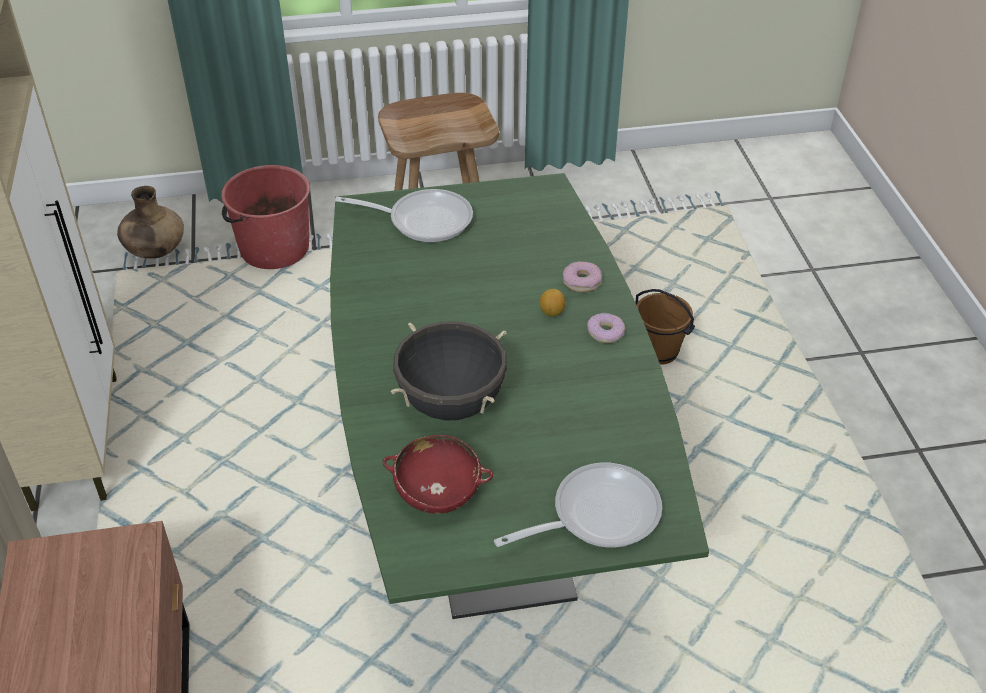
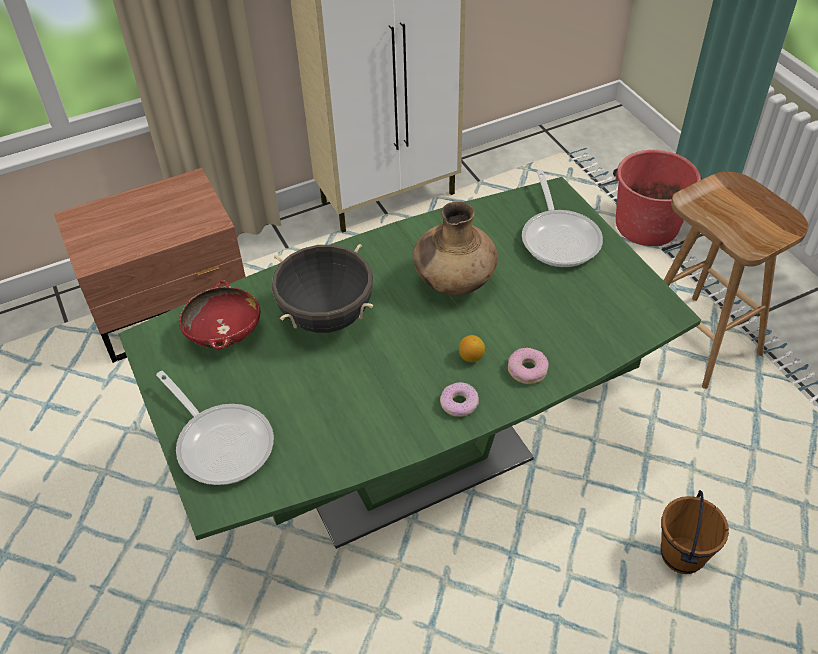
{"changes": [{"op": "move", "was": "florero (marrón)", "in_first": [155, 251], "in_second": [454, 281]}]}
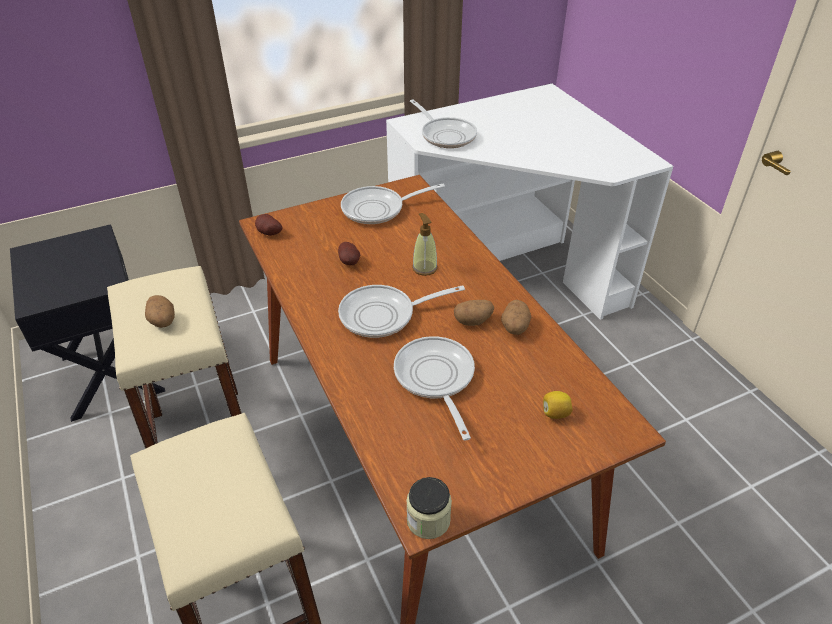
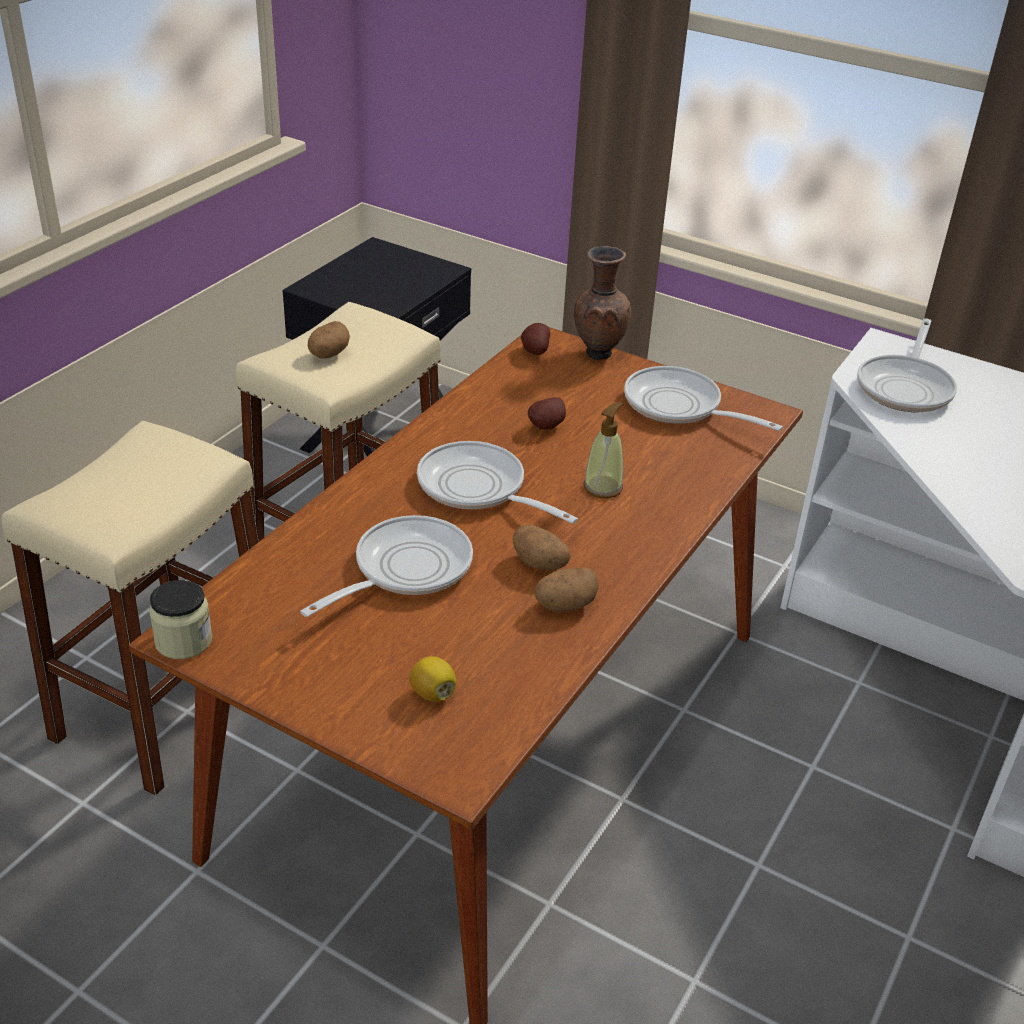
{"changes": [{"op": "insert", "now": "florero (marrón)", "in_second": [597, 353]}]}
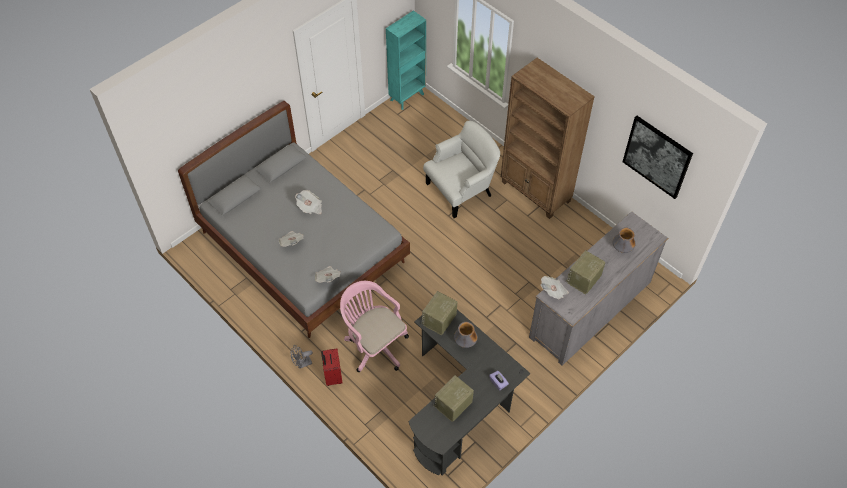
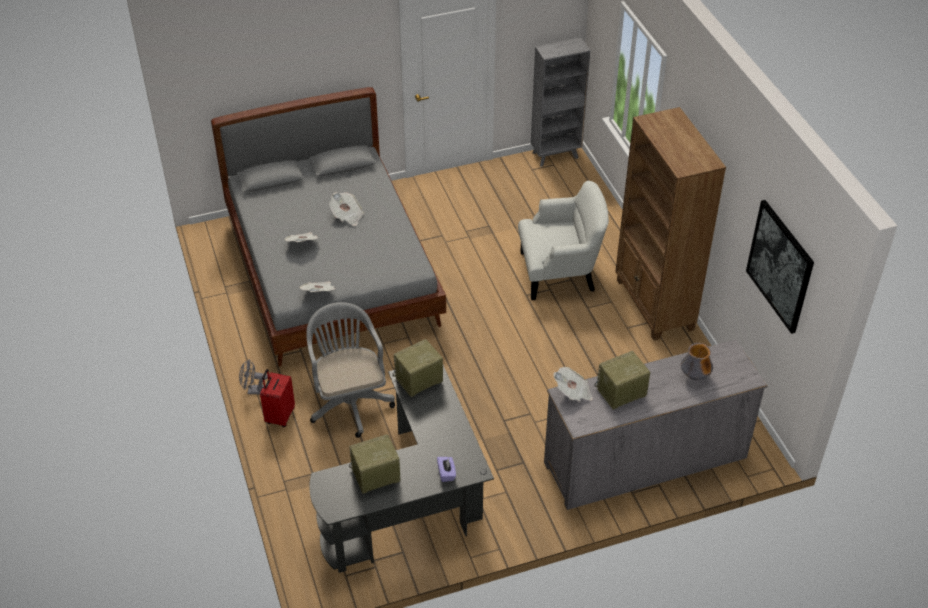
{"changes": [{"op": "recolor", "was": "silla de oficina (rosa)", "now": "silla de oficina (gris)", "in_first": [374, 344], "in_second": [349, 401]}, {"op": "recolor", "was": "estantería (turquesa)", "now": "estantería (gris)", "in_first": [407, 97], "in_second": [556, 155]}, {"op": "delete", "was": "florero", "in_first": [465, 342]}]}
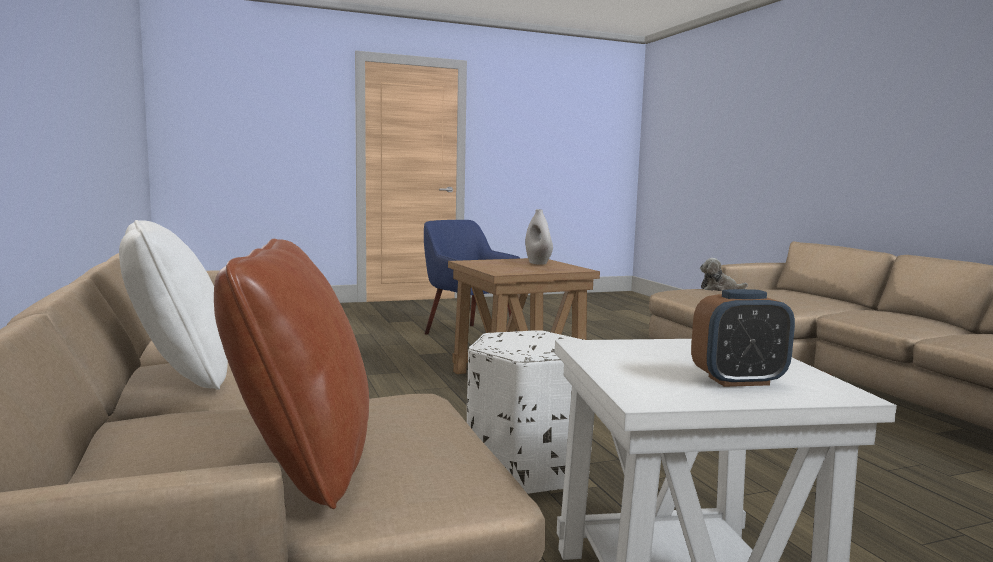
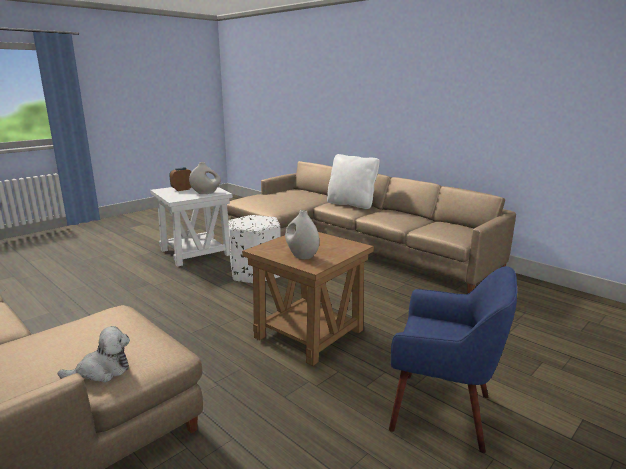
{"changes": [{"op": "insert", "now": "florero (blanco)", "in_second": [206, 193]}, {"op": "delete", "was": "cojín (marrón)", "in_first": [303, 462]}]}
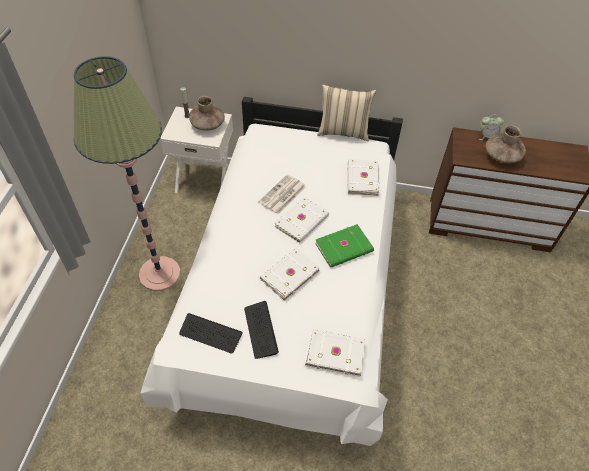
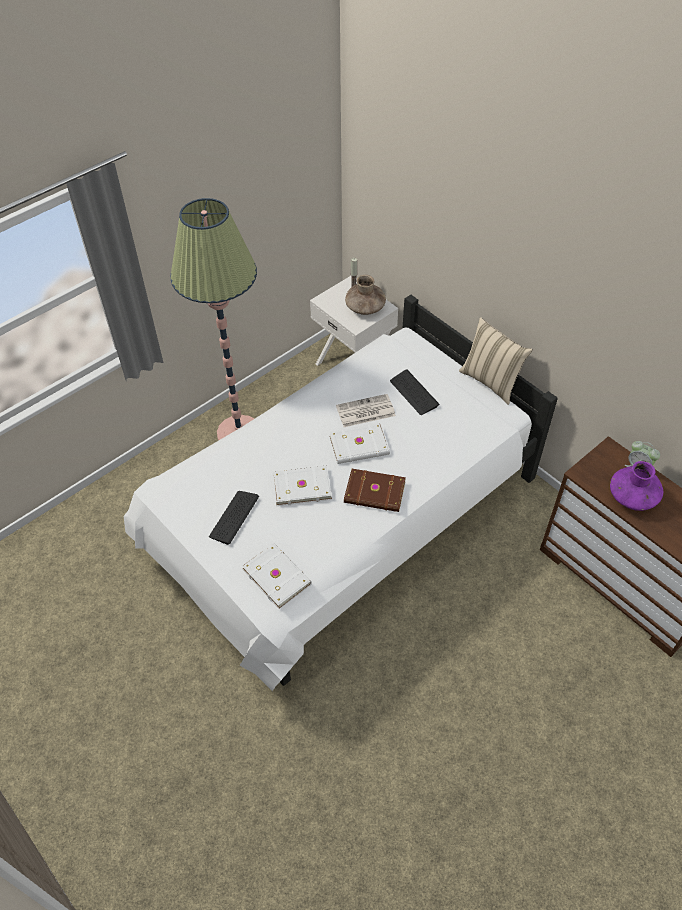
{"changes": [{"op": "recolor", "was": "libro (verde)", "now": "libro (marrón)", "in_first": [344, 248], "in_second": [375, 493]}, {"op": "move", "was": "teclado", "in_first": [210, 334], "in_second": [414, 393]}, {"op": "recolor", "was": "florero (marrón)", "now": "florero (morado)", "in_first": [502, 156], "in_second": [632, 496]}, {"op": "delete", "was": "libro (blanco)", "in_first": [361, 179]}]}
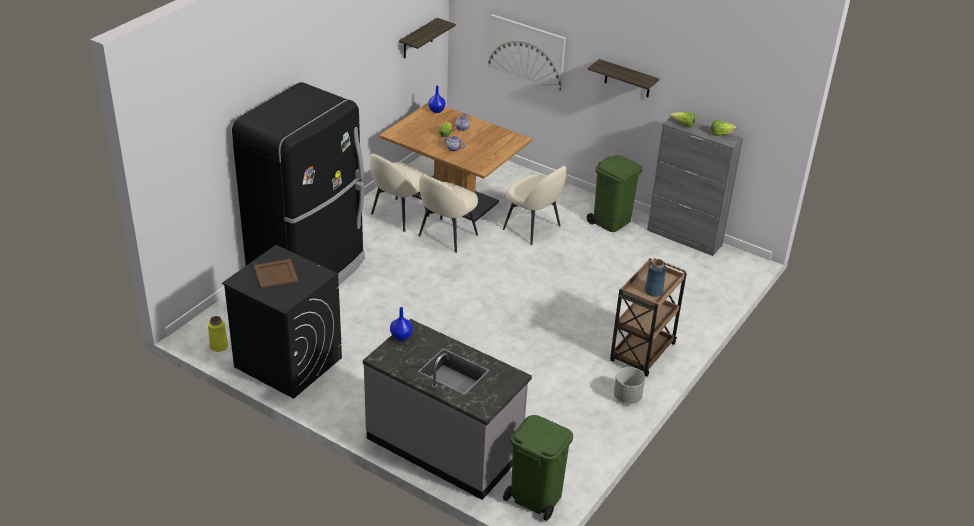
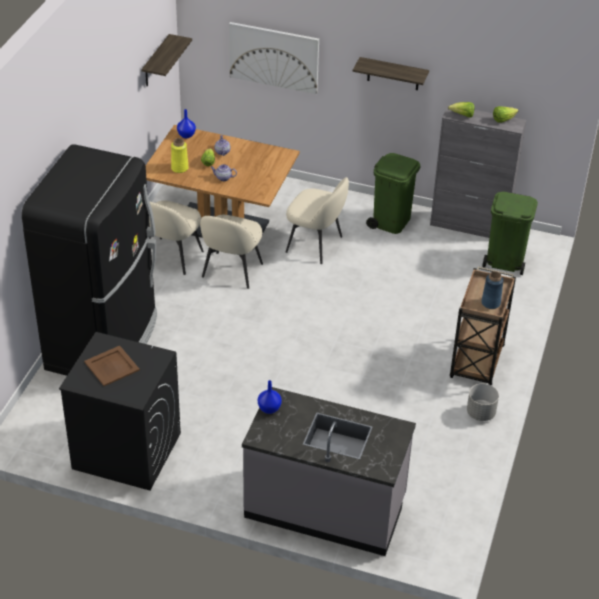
{"changes": [{"op": "move", "was": "florero (amarillo)", "in_first": [218, 346], "in_second": [179, 168]}, {"op": "move", "was": "papelera (verde)", "in_first": [535, 497], "in_second": [504, 261]}]}
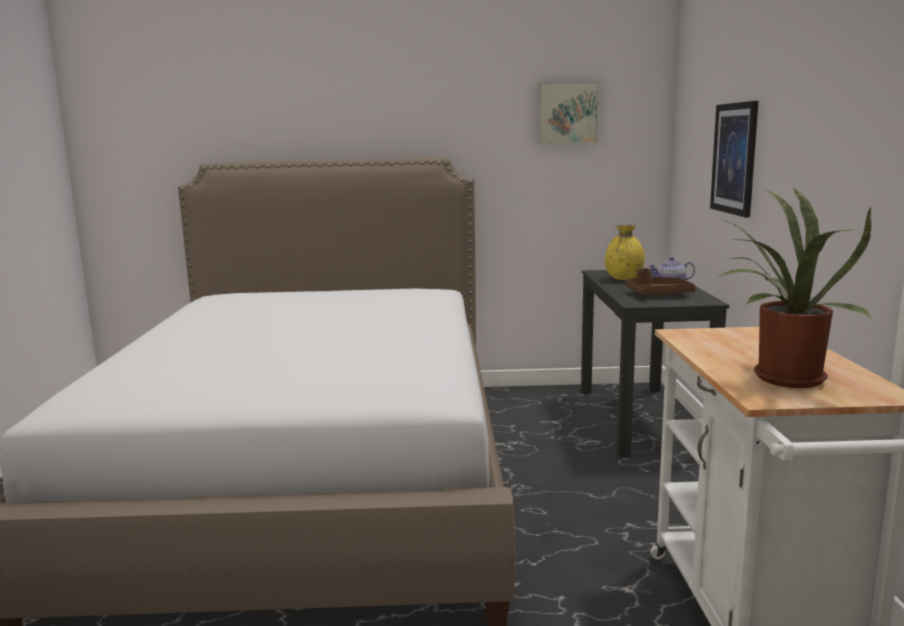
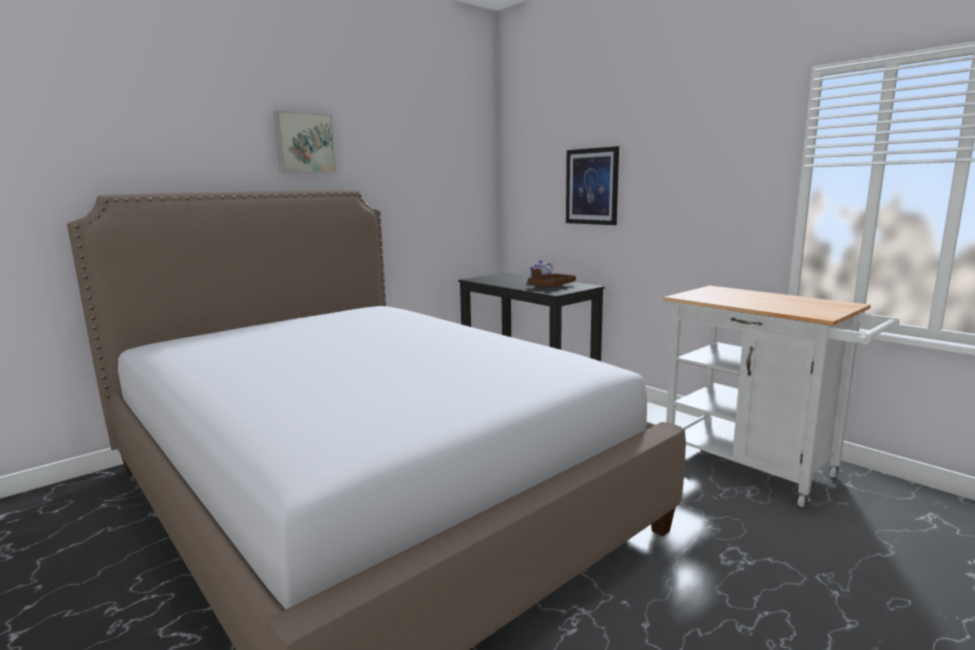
{"changes": [{"op": "move", "was": "cuadro", "in_first": [567, 113], "in_second": [304, 143]}, {"op": "delete", "was": "florero (amarillo)", "in_first": [624, 279]}, {"op": "delete", "was": "planta en maceta", "in_first": [781, 379]}]}
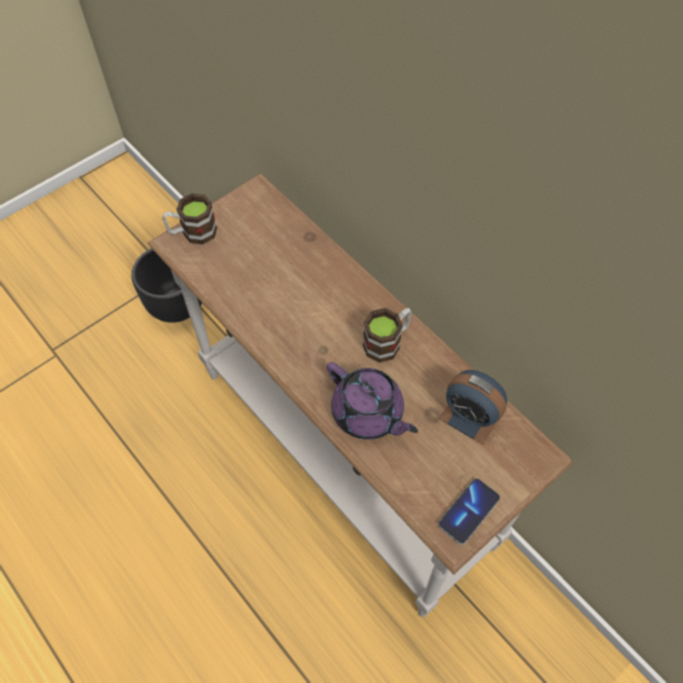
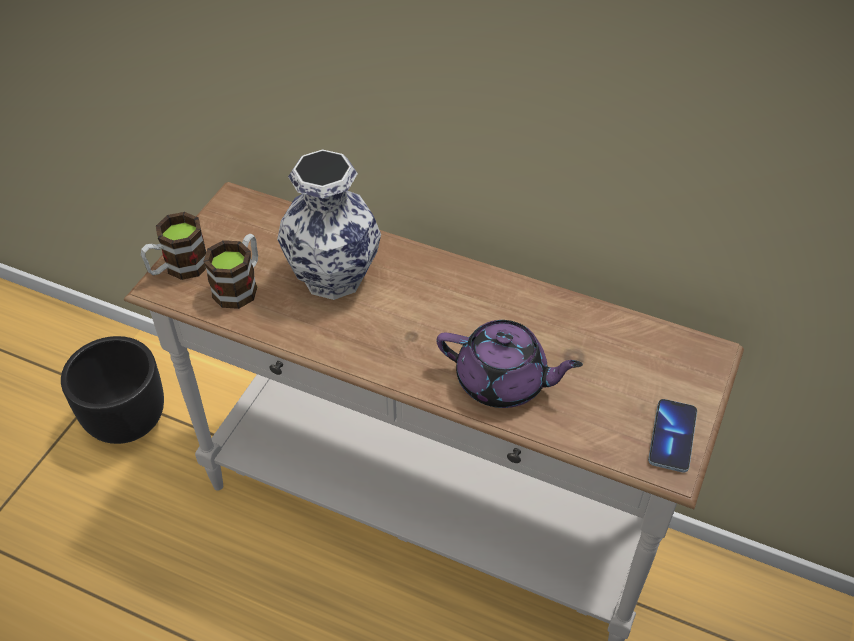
{"changes": [{"op": "move", "was": "taza grande", "in_first": [387, 341], "in_second": [240, 285]}, {"op": "insert", "now": "florero", "in_second": [333, 275]}, {"op": "delete", "was": "despertador", "in_first": [470, 416]}]}
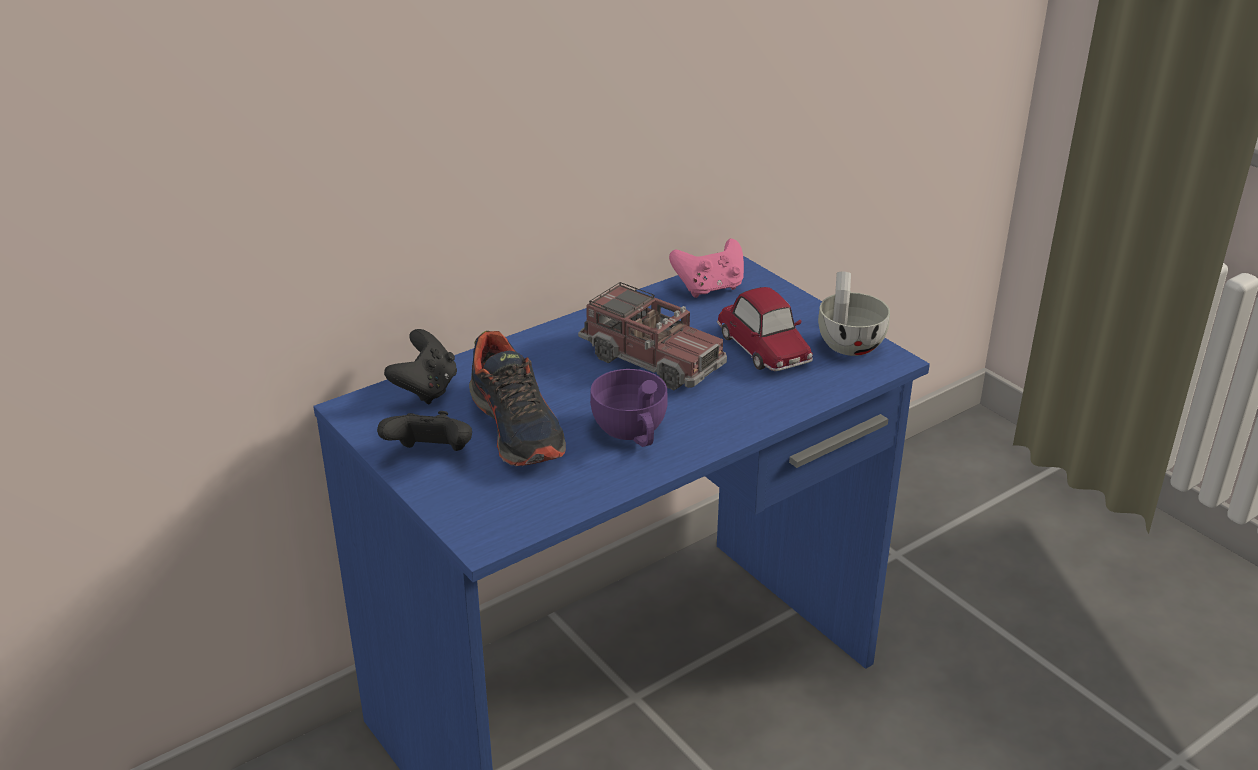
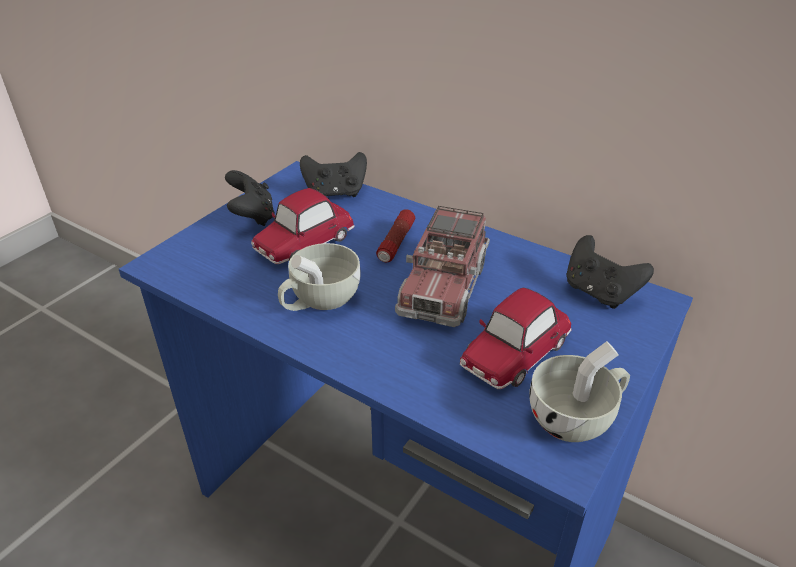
{"changes": [{"op": "replace", "was": "zapato", "now": "coche de juguete", "in_first": [517, 427], "in_second": [304, 242]}, {"op": "recolor", "was": "taza (morado)", "now": "taza (blanco)", "in_first": [632, 433], "in_second": [319, 301]}, {"op": "insert", "now": "linterna", "in_second": [396, 243]}, {"op": "recolor", "was": "mando de consola (rosa)", "now": "mando de consola (negro)", "in_first": [709, 288], "in_second": [599, 292]}]}
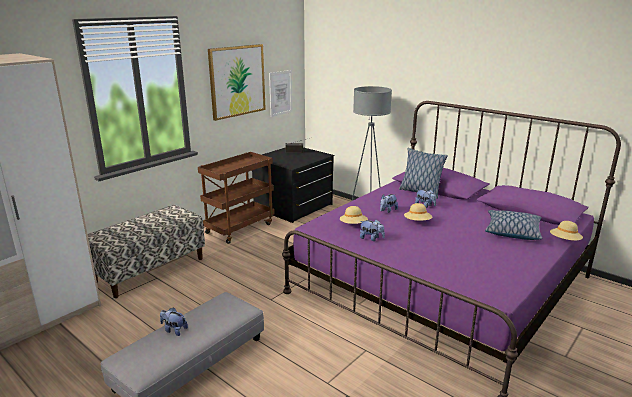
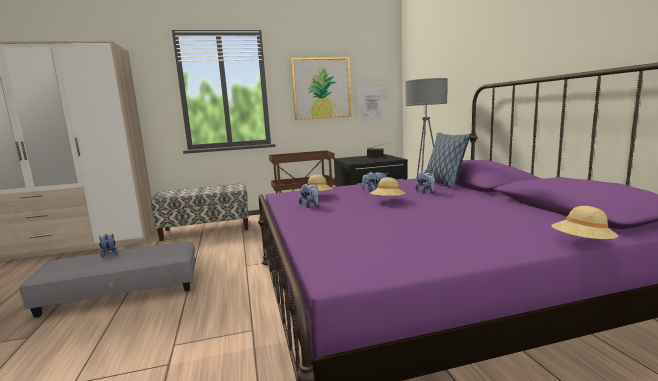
{"changes": [{"op": "delete", "was": "cojín", "in_first": [512, 231]}]}
